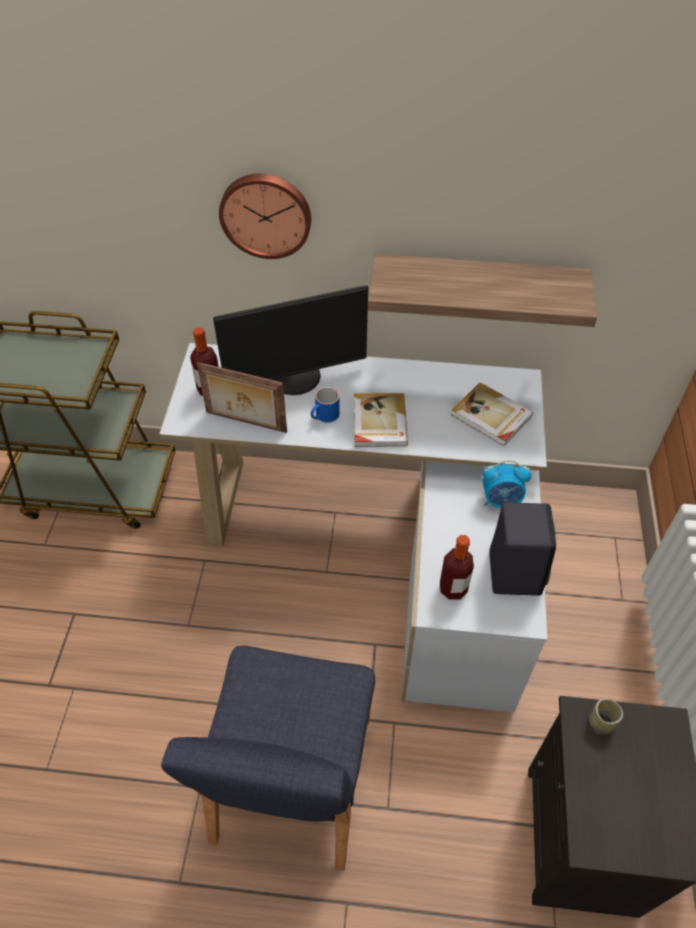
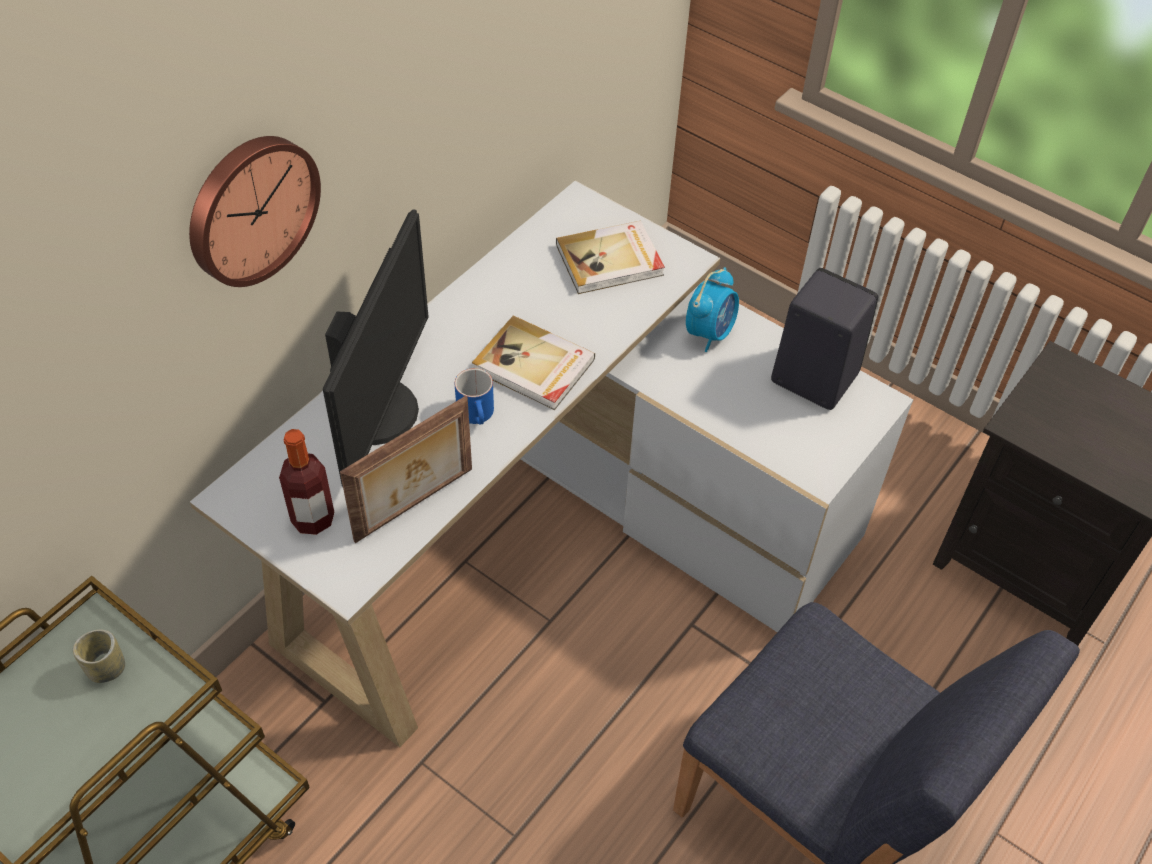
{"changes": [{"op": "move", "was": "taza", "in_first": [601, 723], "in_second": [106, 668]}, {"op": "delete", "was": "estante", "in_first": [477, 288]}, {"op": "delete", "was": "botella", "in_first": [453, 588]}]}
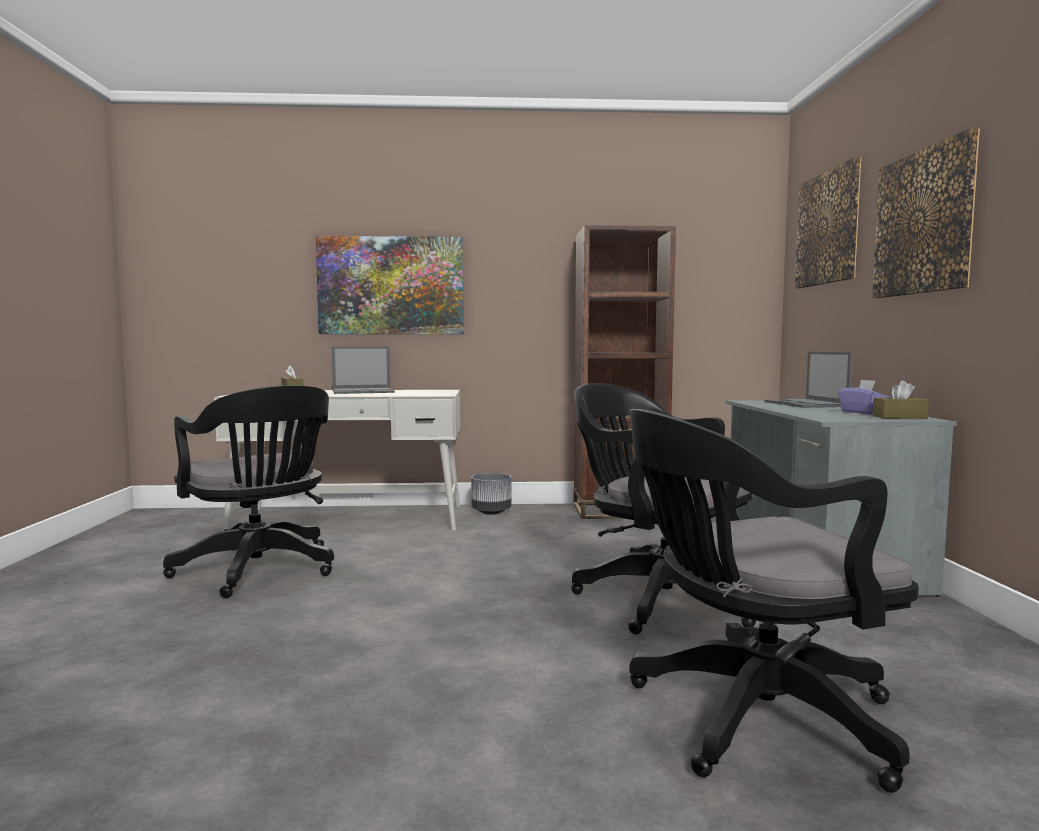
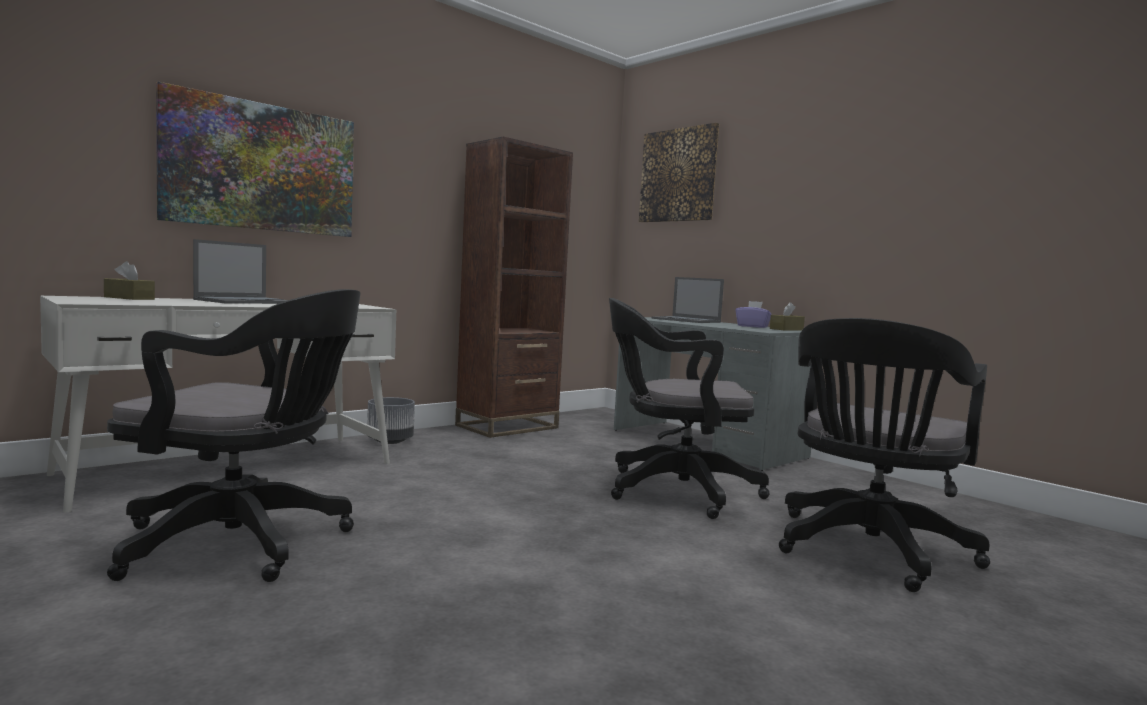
{"changes": [{"op": "delete", "was": "cuadro", "in_first": [924, 222]}]}
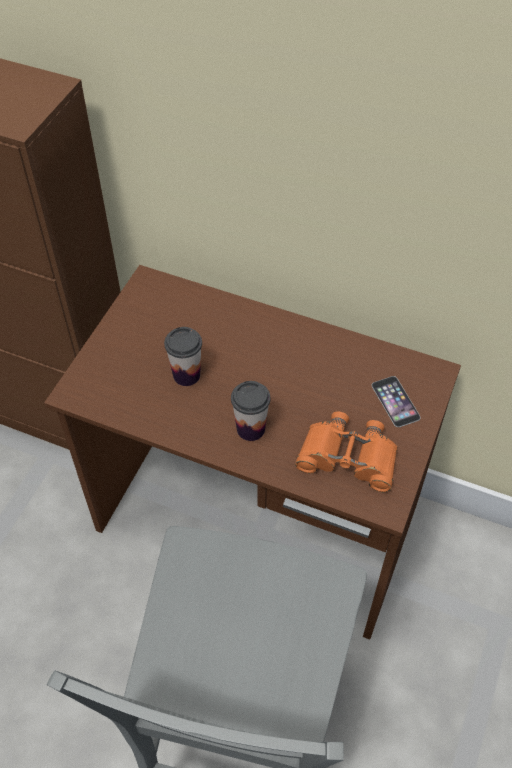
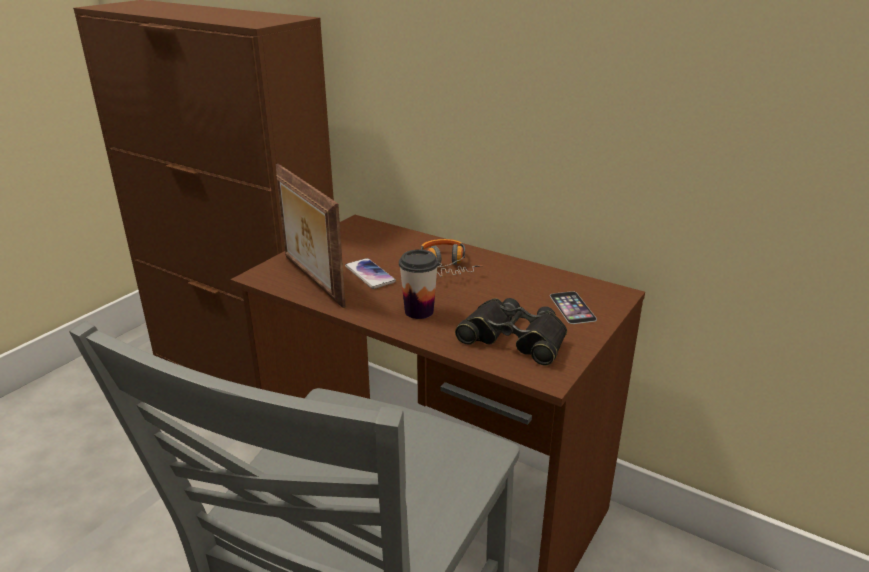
{"changes": [{"op": "insert", "now": "portarretratos", "in_second": [311, 281]}, {"op": "replace", "was": "taza", "now": "móvil", "in_first": [186, 375], "in_second": [369, 274]}, {"op": "insert", "now": "auriculares", "in_second": [445, 266]}, {"op": "recolor", "was": "prismáticos (naranja)", "now": "prismáticos (negro)", "in_first": [348, 457], "in_second": [514, 339]}]}
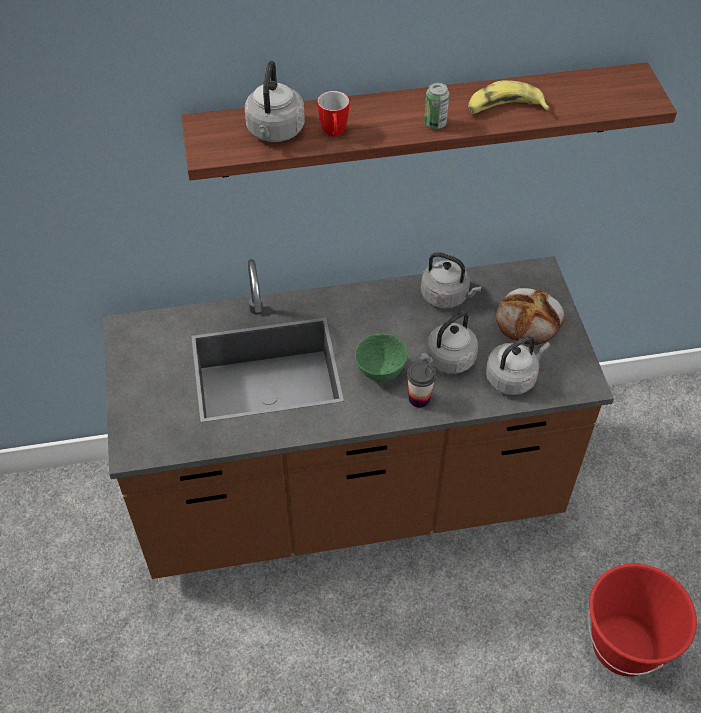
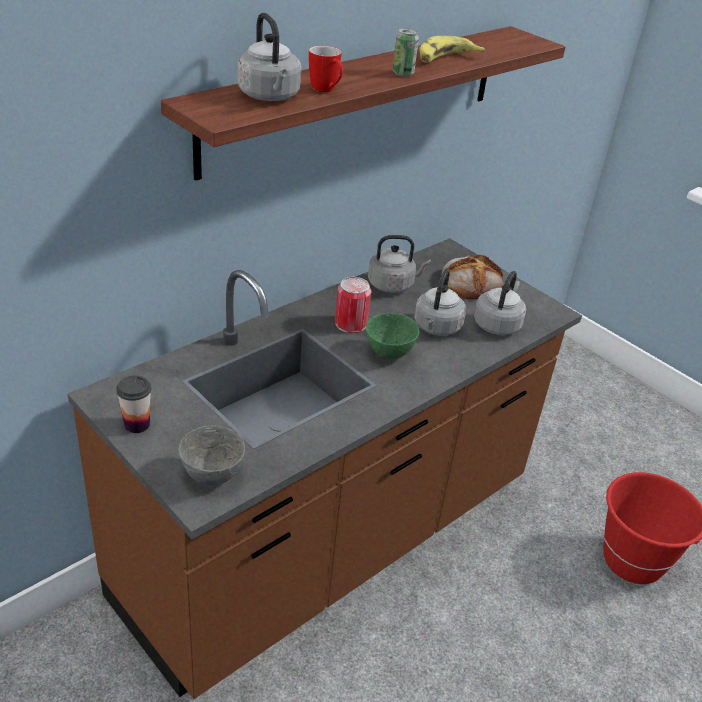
{"changes": [{"op": "move", "was": "taza", "in_first": [419, 399], "in_second": [137, 424]}, {"op": "insert", "now": "cuenco (gris)", "in_second": [211, 476]}, {"op": "insert", "now": "lata", "in_second": [351, 323]}]}
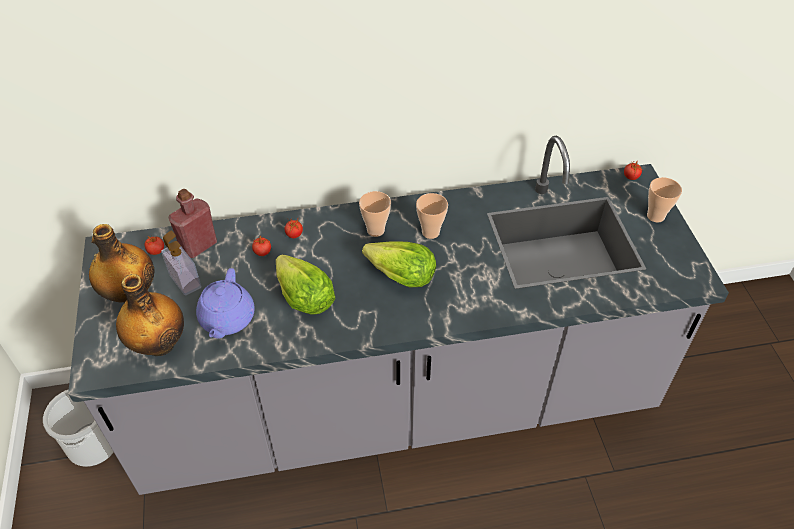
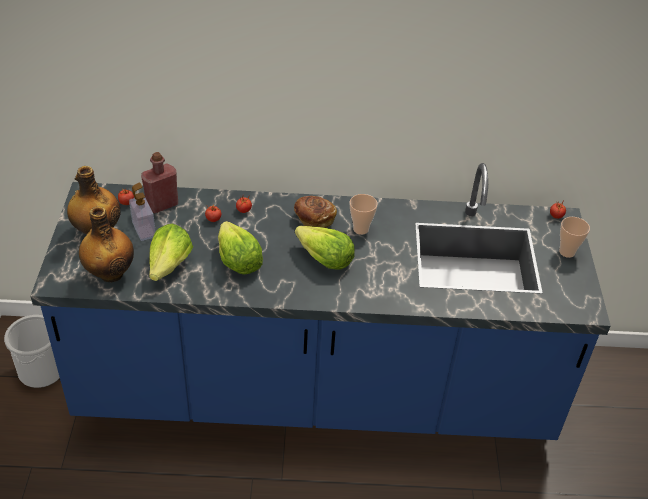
{"changes": [{"op": "recolor", "was": "mueble bajo de cocina (gris)", "now": "mueble bajo de cocina (azul)", "in_first": [397, 403], "in_second": [315, 391]}, {"op": "replace", "was": "tetera (morado)", "now": "lechuga", "in_first": [227, 319], "in_second": [170, 265]}, {"op": "replace", "was": "taza", "now": "pan", "in_first": [375, 230], "in_second": [314, 219]}]}
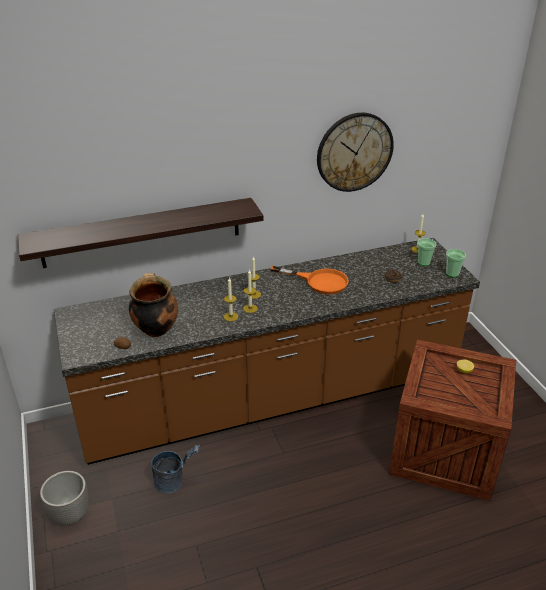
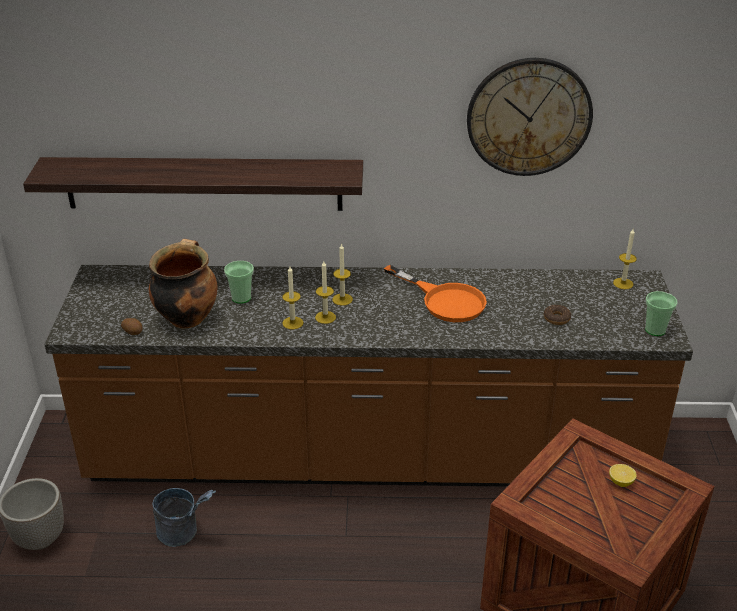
{"changes": [{"op": "move", "was": "taza", "in_first": [423, 262], "in_second": [241, 298]}]}
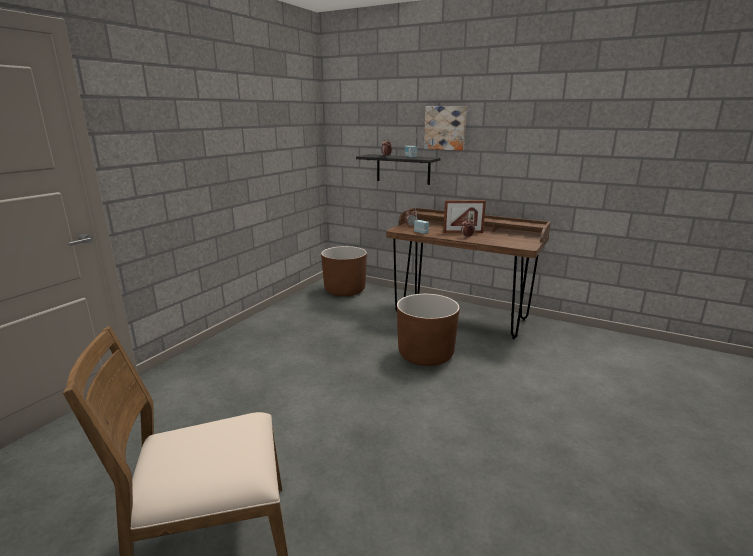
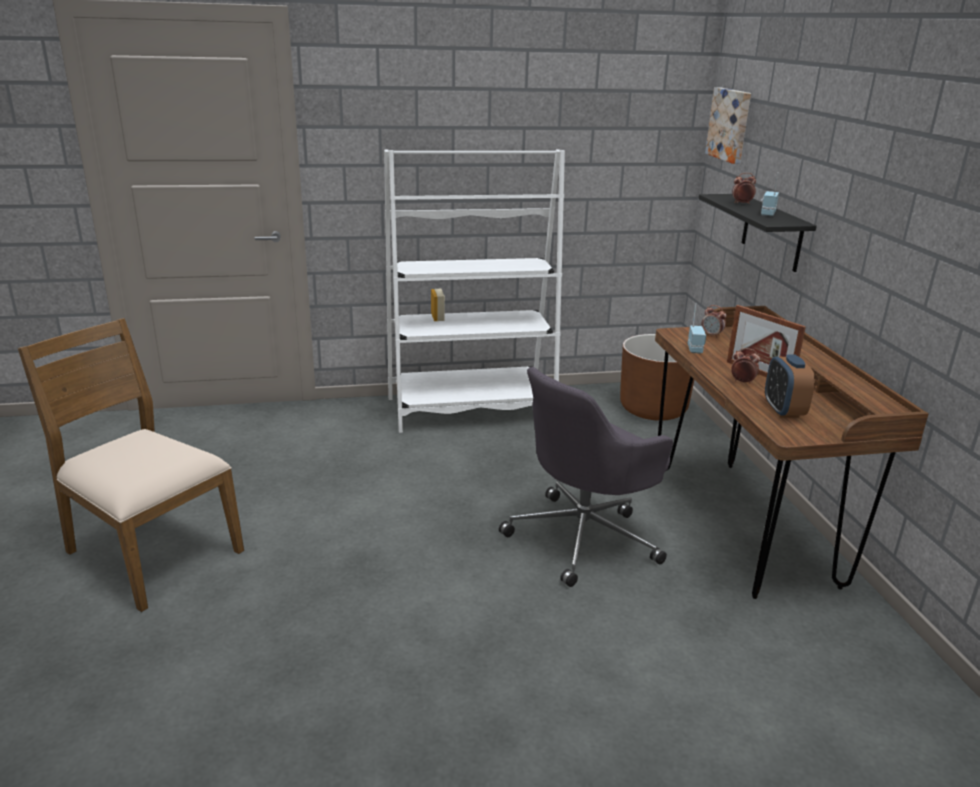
{"changes": [{"op": "insert", "now": "estantería (blanco)", "in_second": [471, 410]}, {"op": "replace", "was": "maceta (marrón)", "now": "silla de oficina (gris)", "in_first": [425, 355], "in_second": [584, 537]}, {"op": "move", "was": "cuadro", "in_first": [445, 128], "in_second": [730, 124]}, {"op": "insert", "now": "despertador", "in_second": [783, 410]}]}
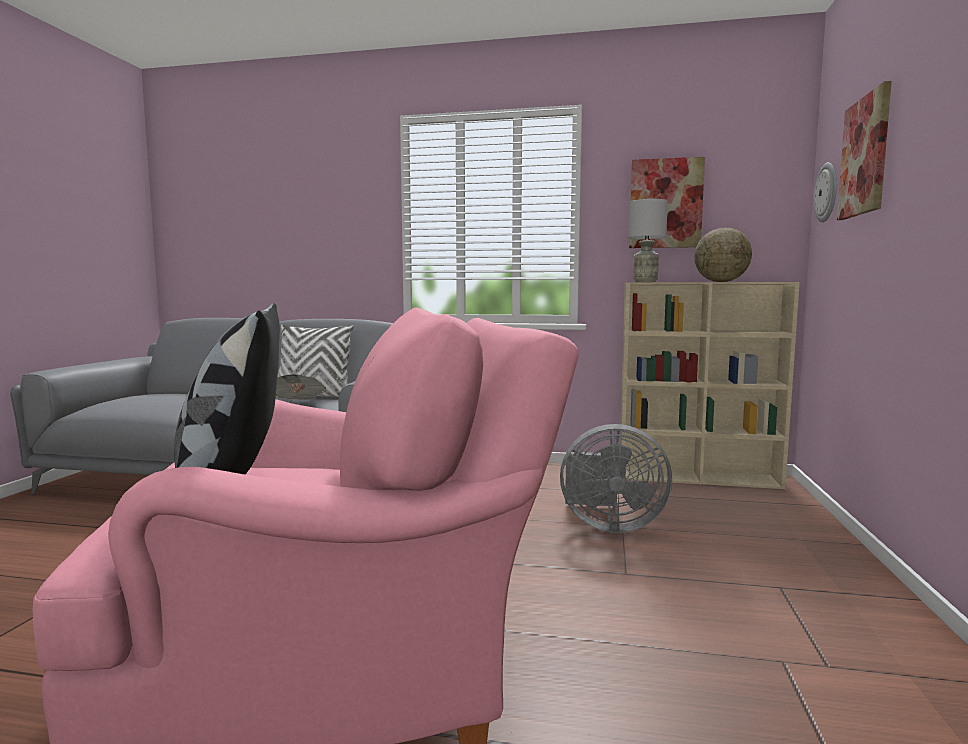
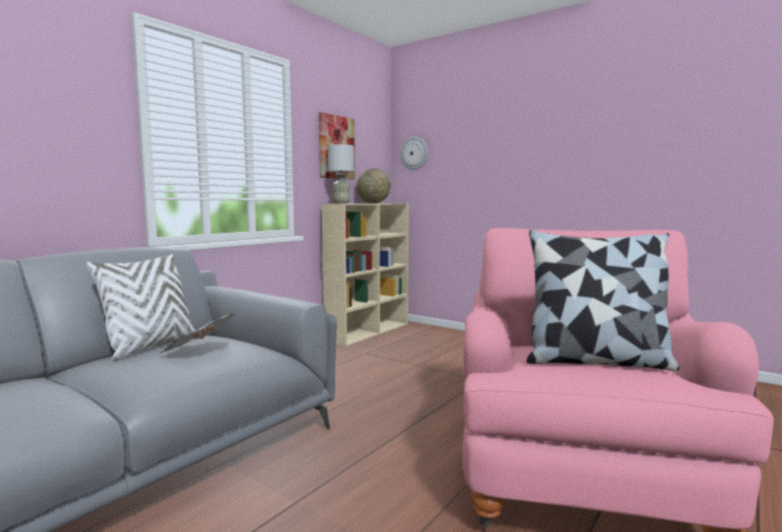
{"changes": [{"op": "delete", "was": "ventilador (gris)", "in_first": [608, 525]}, {"op": "delete", "was": "cuadro", "in_first": [865, 156]}]}
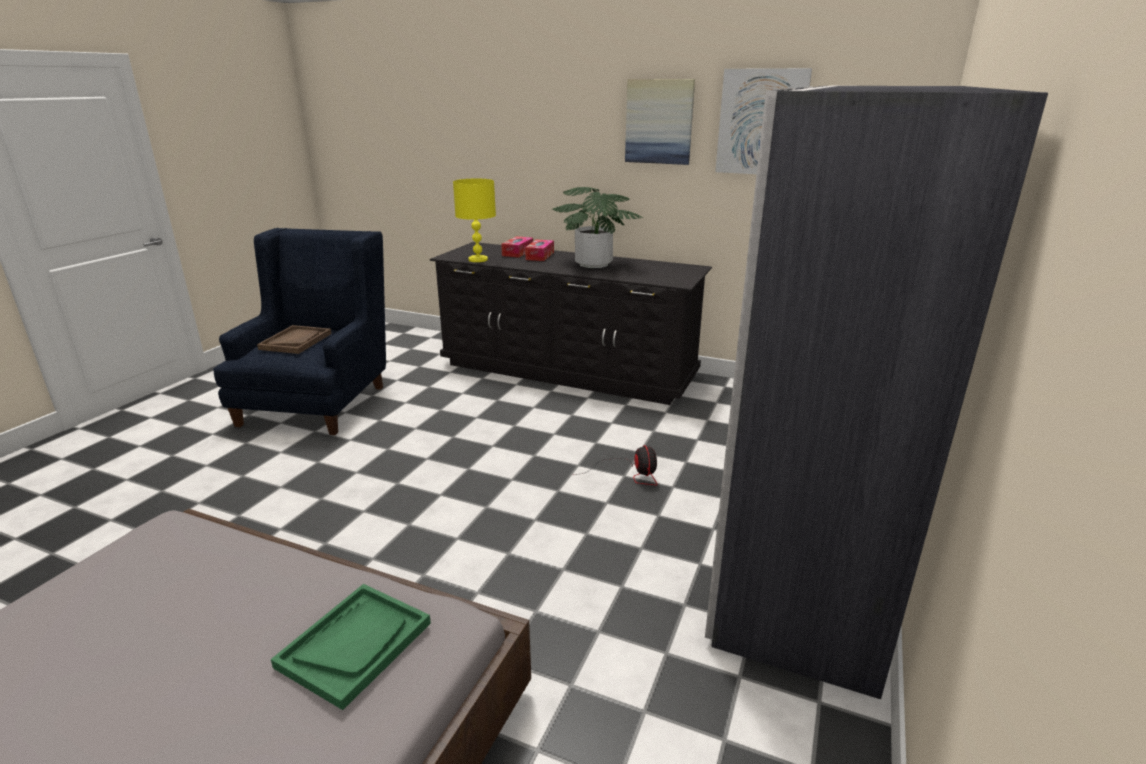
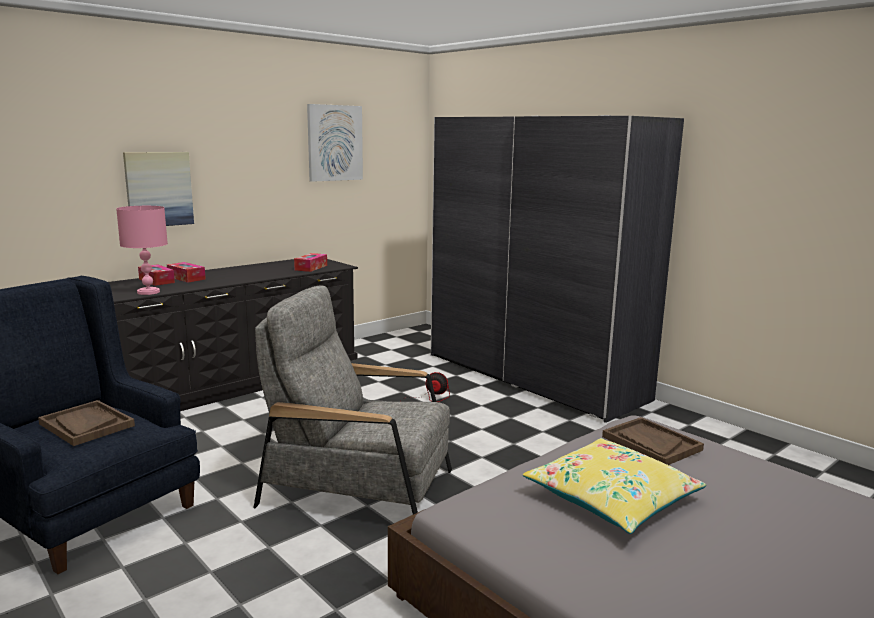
{"changes": [{"op": "recolor", "was": "lámpara de mesa (amarillo)", "now": "lámpara de mesa (rosa)", "in_first": [478, 259], "in_second": [148, 292]}, {"op": "move", "was": "cuadro", "in_first": [659, 121], "in_second": [159, 189]}, {"op": "insert", "now": "sillón (gris)", "in_second": [359, 487]}, {"op": "insert", "now": "caja de pañuelos", "in_second": [311, 267]}, {"op": "insert", "now": "cojín (amarillo)", "in_second": [612, 498]}, {"op": "recolor", "was": "bandeja (verde)", "now": "bandeja (marrón)", "in_first": [355, 644], "in_second": [651, 443]}, {"op": "delete", "was": "planta en maceta", "in_first": [593, 264]}]}
